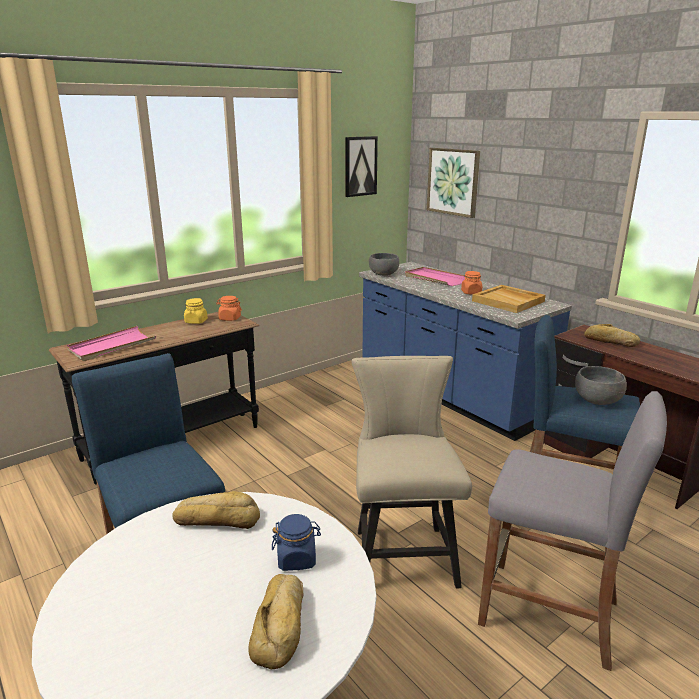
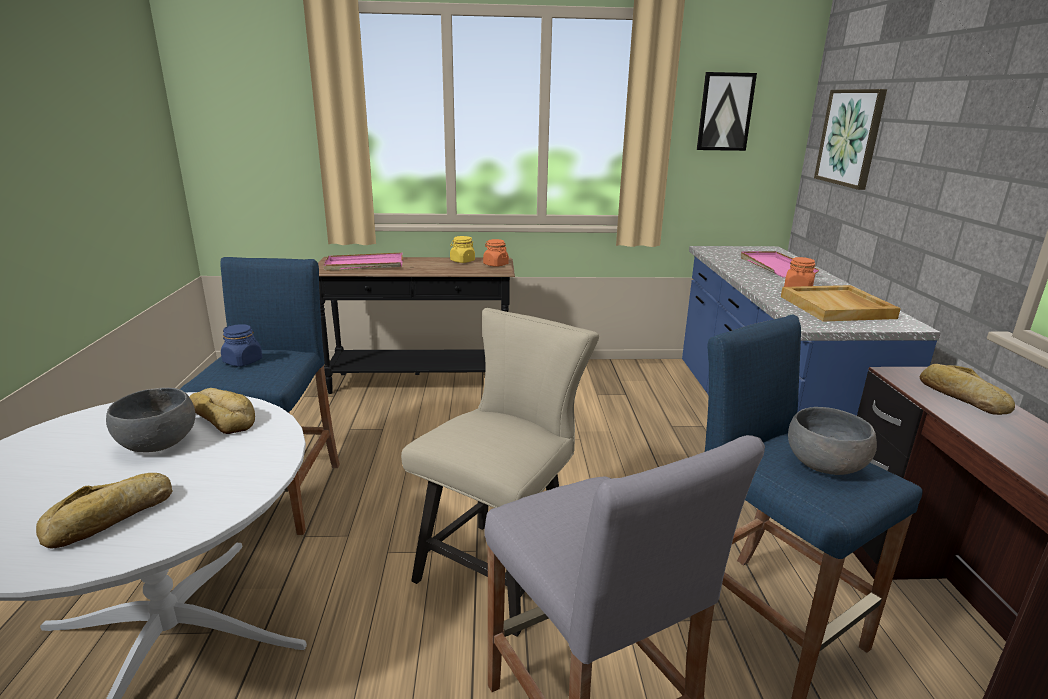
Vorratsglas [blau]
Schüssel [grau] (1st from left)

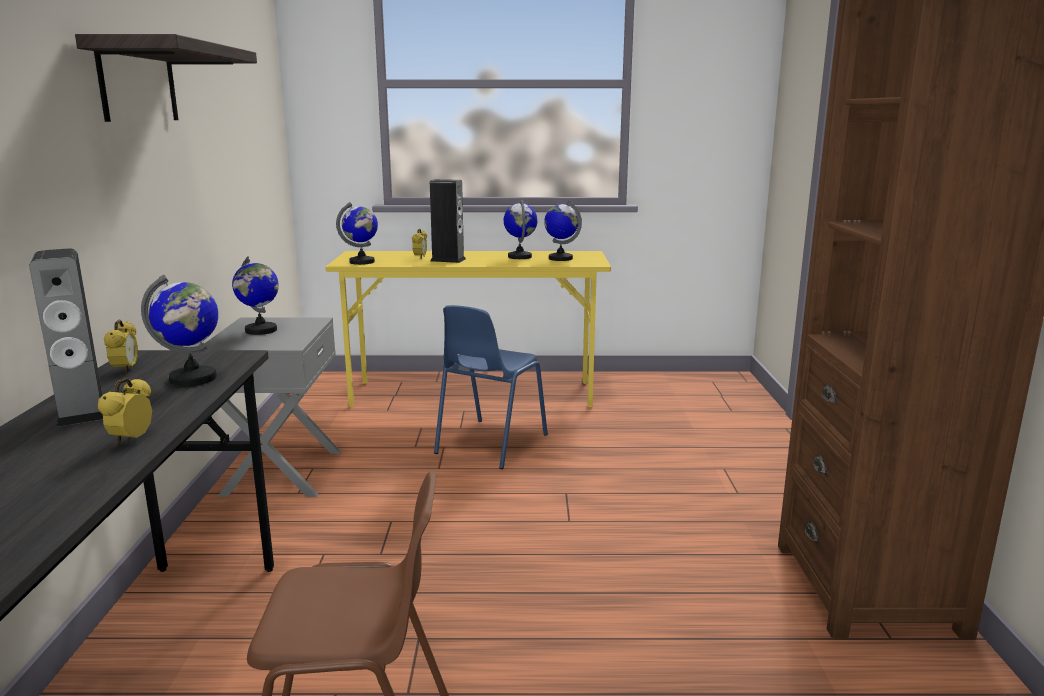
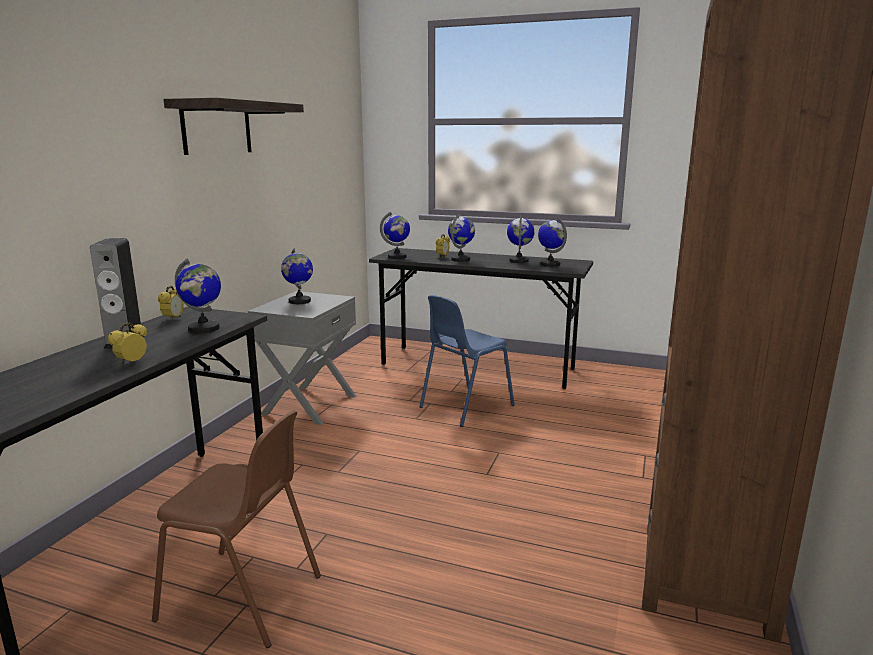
Globus (4th from left)
Schreibtisch [grau] (2nd from left)

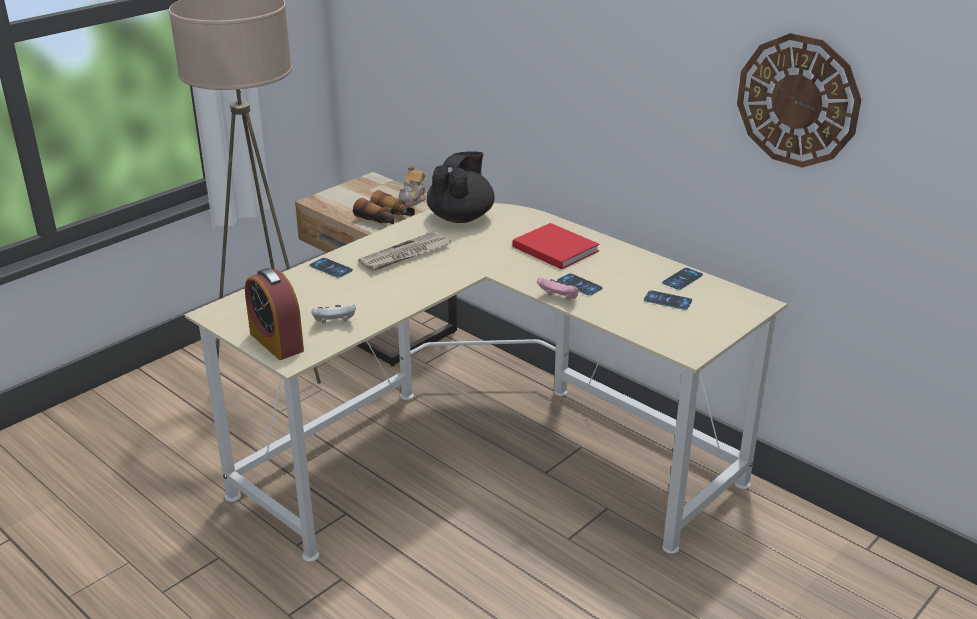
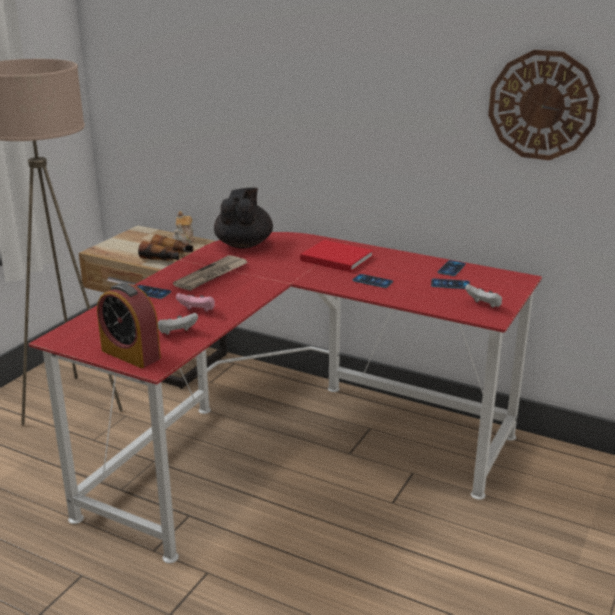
Gamepad [weiß] (2nd from left)
Gamepad [rosa]
Schreibtisch [rot]

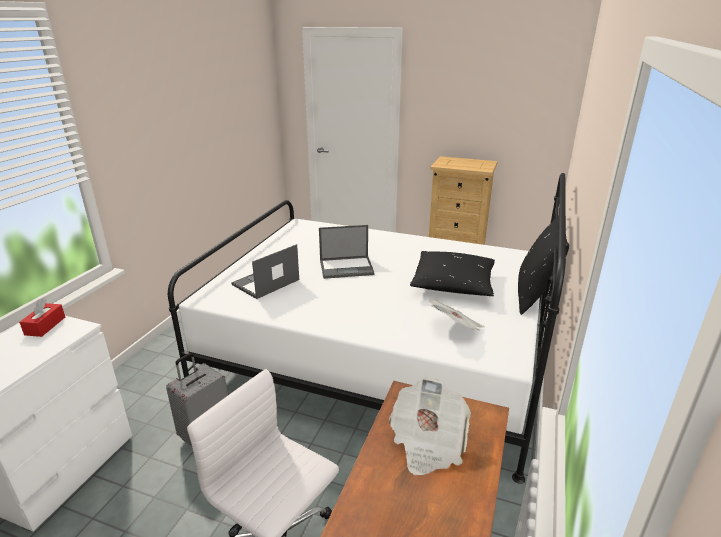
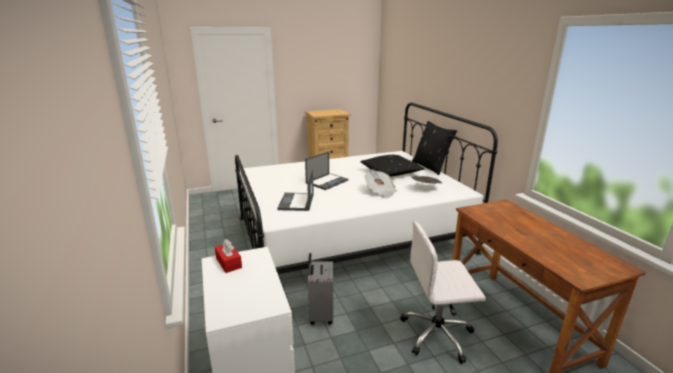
Zeitung (1st from left)

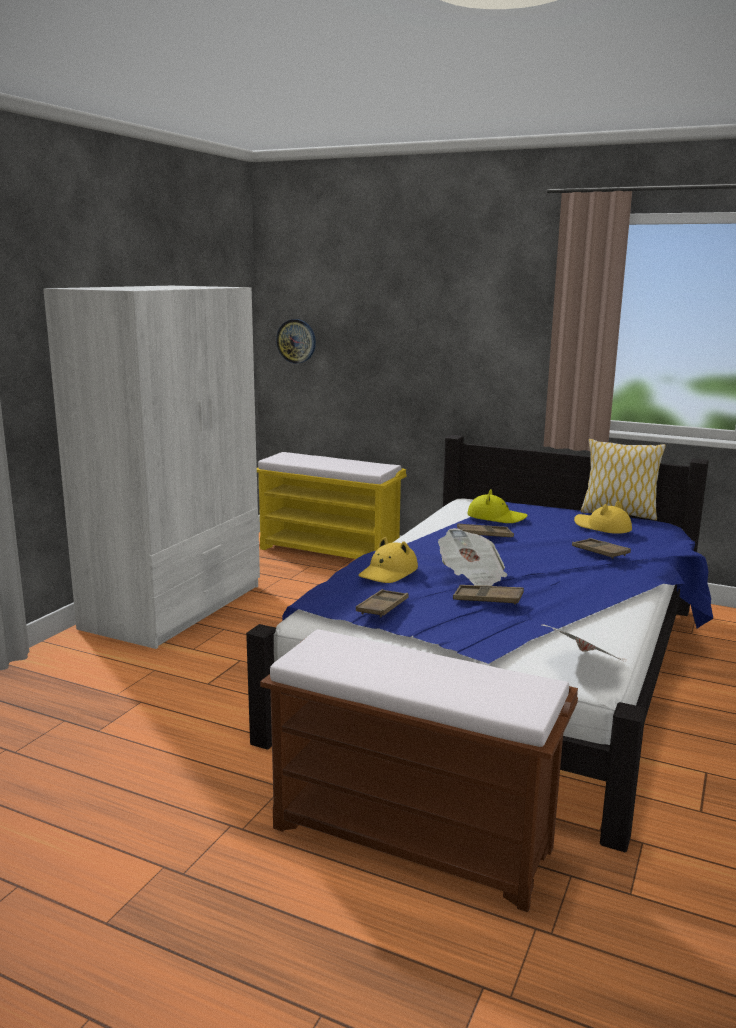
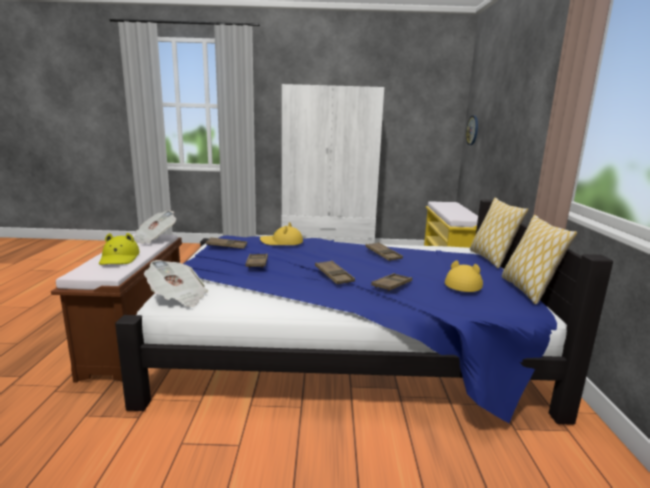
Tablett [braun] (3rd from left)
Kissen (1st from left)
Zeitung (1st from left)
Hut [gelb] (1st from left)

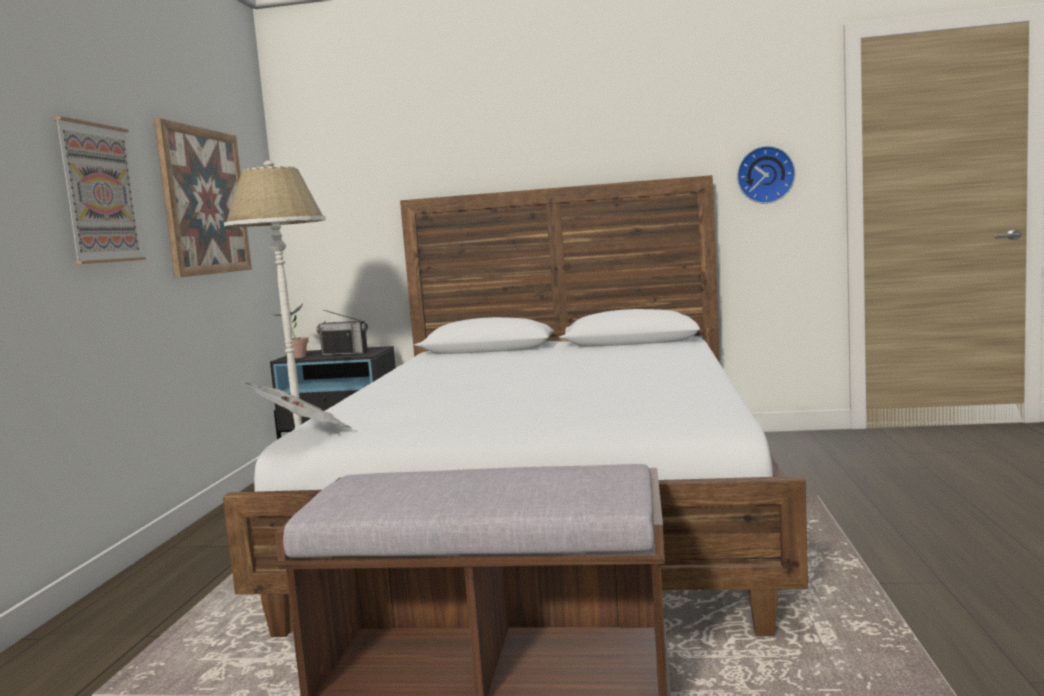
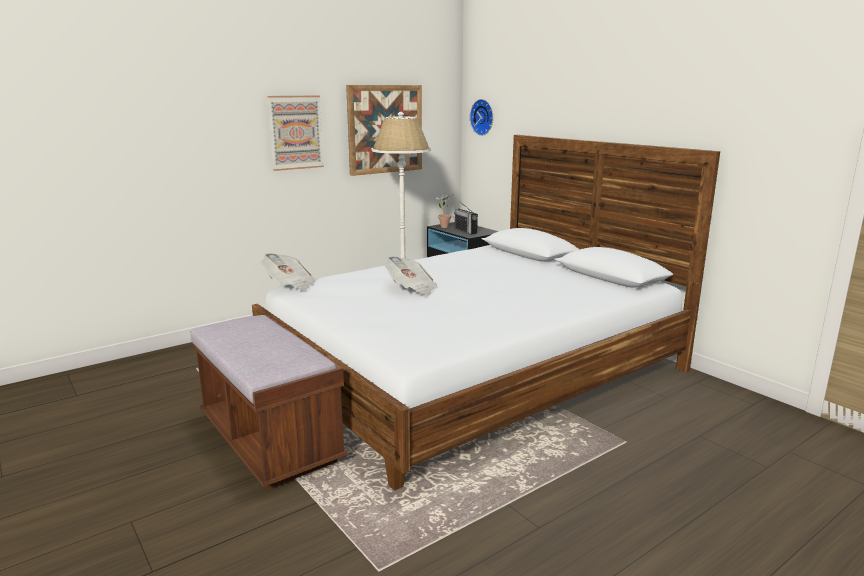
Zeitung (2nd from left)
Wanduhr

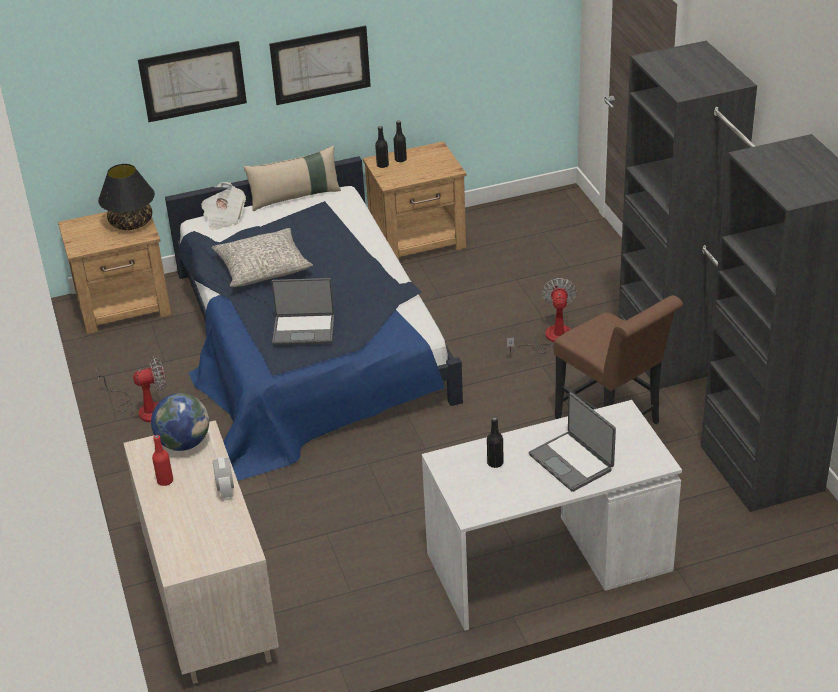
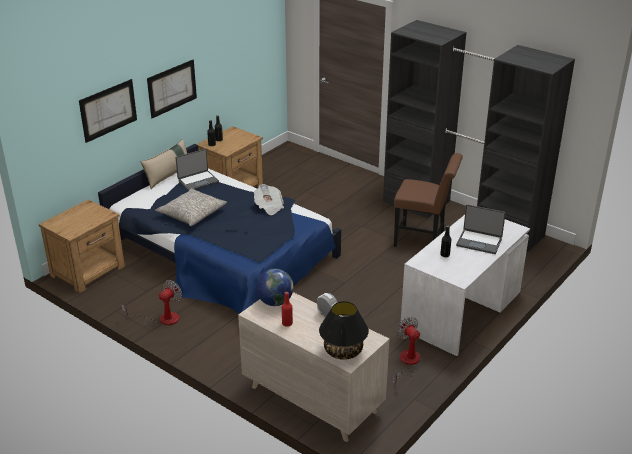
Tischlampe [schwarz]
Zeitung
Laptop (1st from left)
Ventilator (2nd from left)

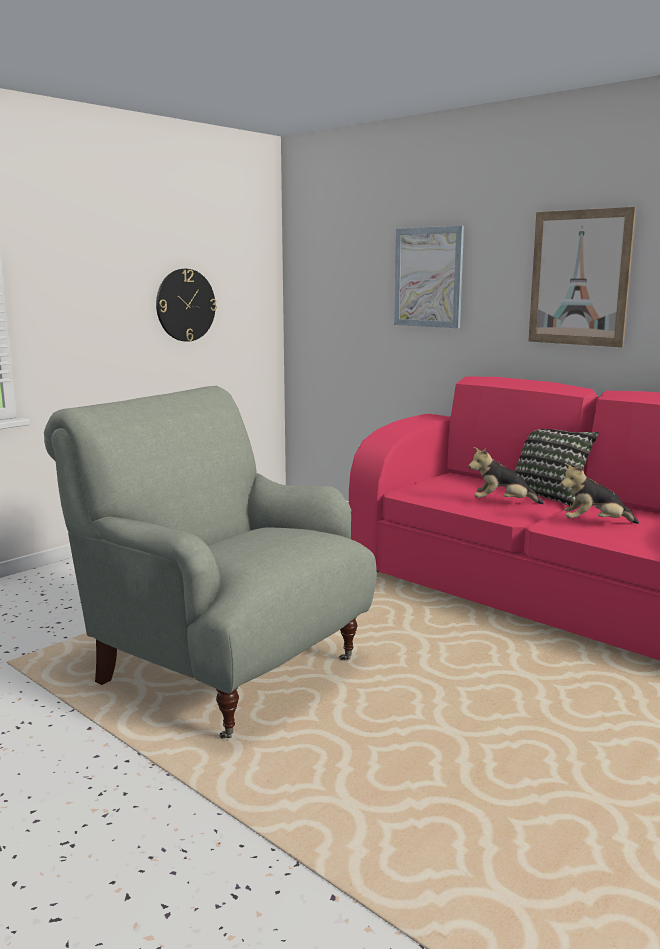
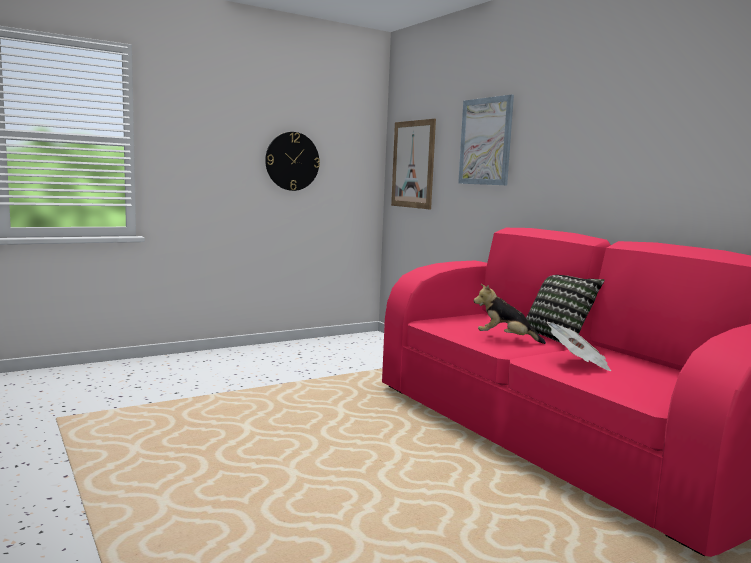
Sessel [grau]
Bild (1st from left)
Zeitung

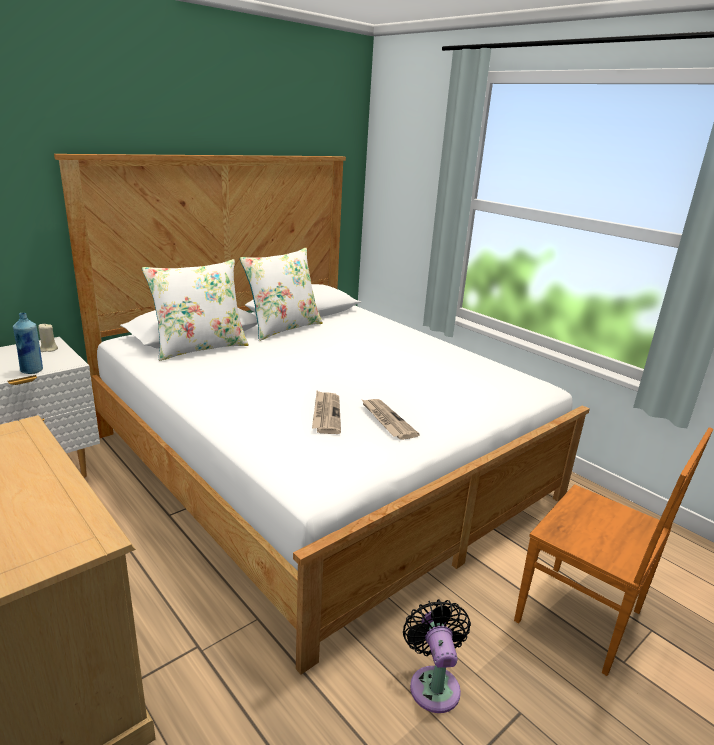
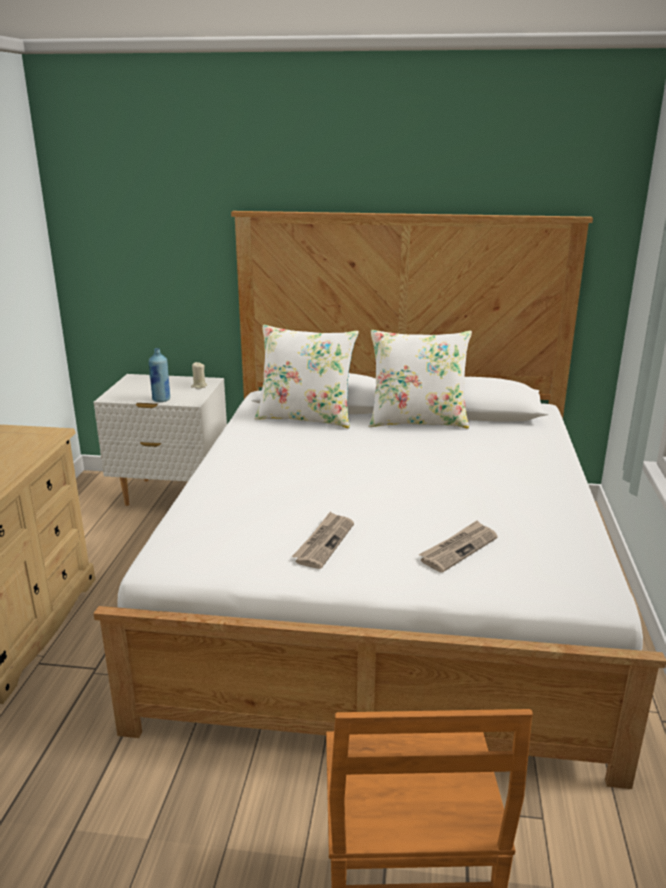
Ventilator [schwarz]
Zeitung (2nd from left)

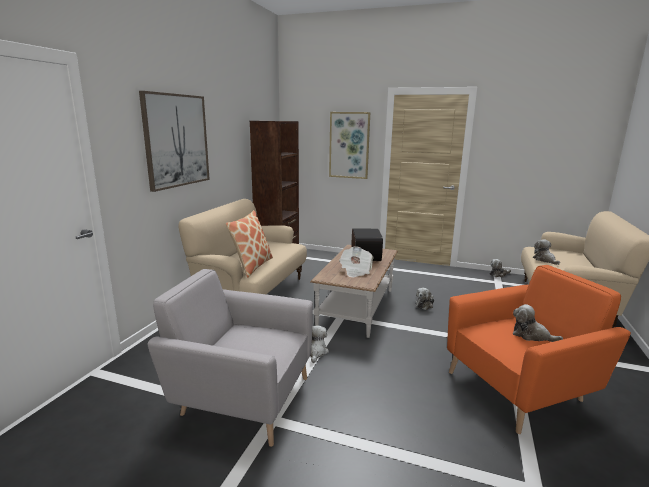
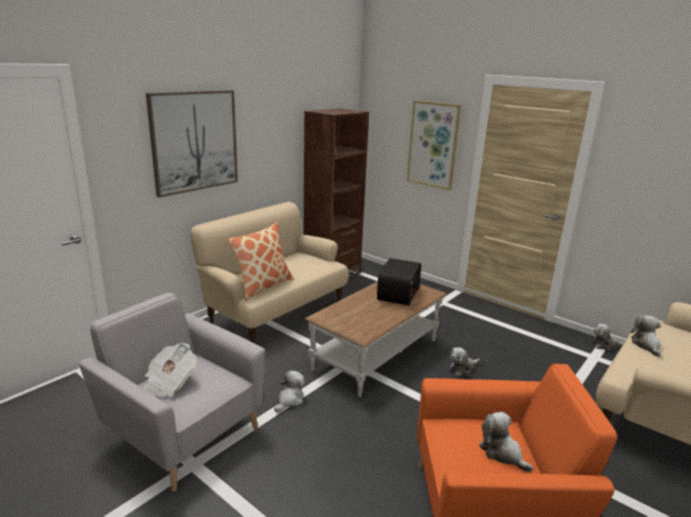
Zeitung

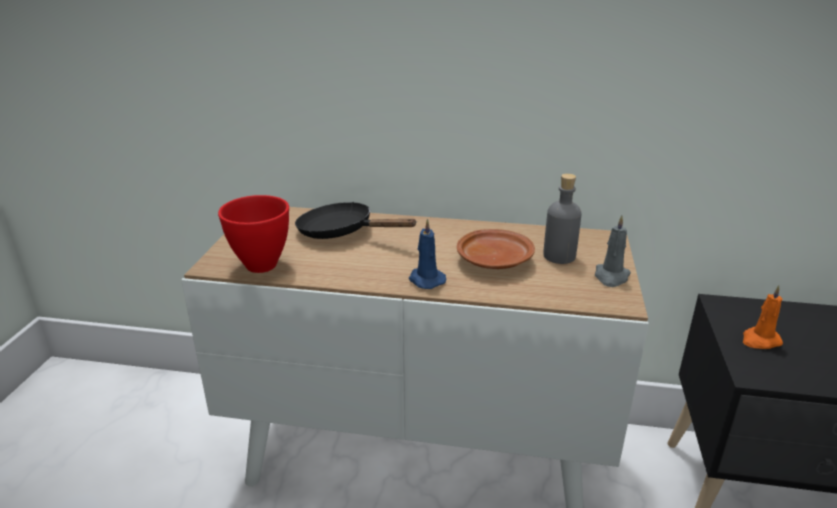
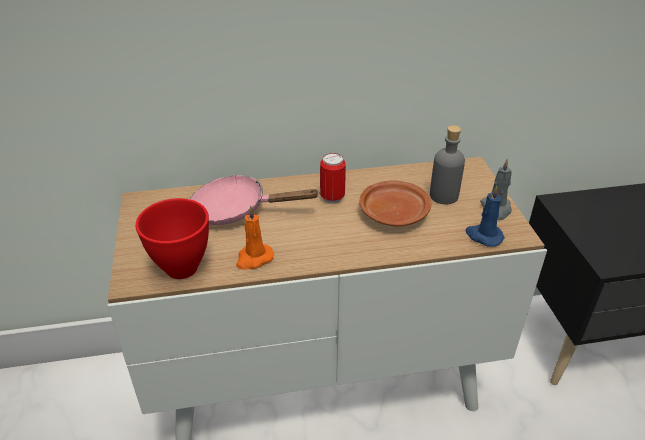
Dose
Kerze [blau]
Kerze [orange]
Pfanne [rosa]

